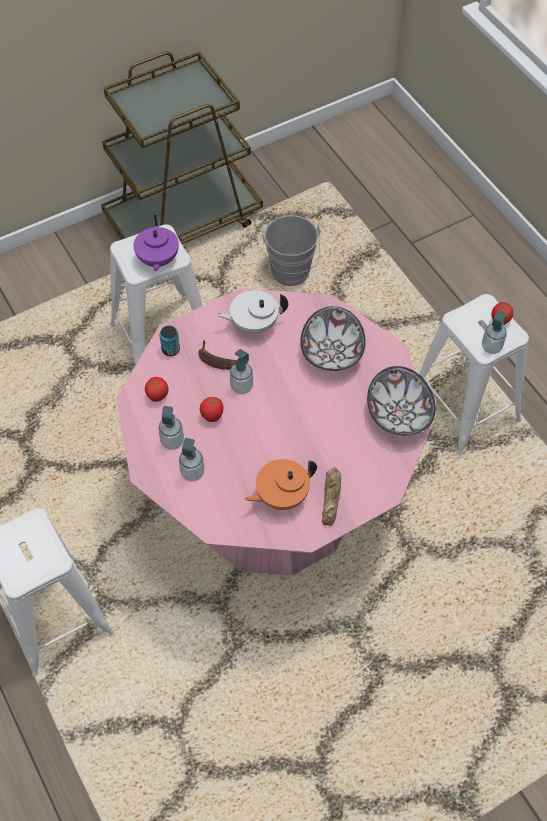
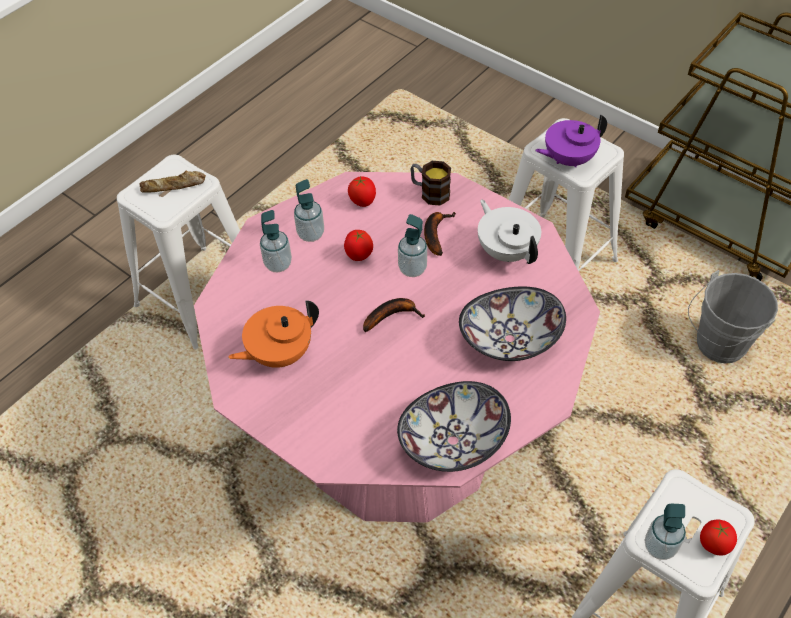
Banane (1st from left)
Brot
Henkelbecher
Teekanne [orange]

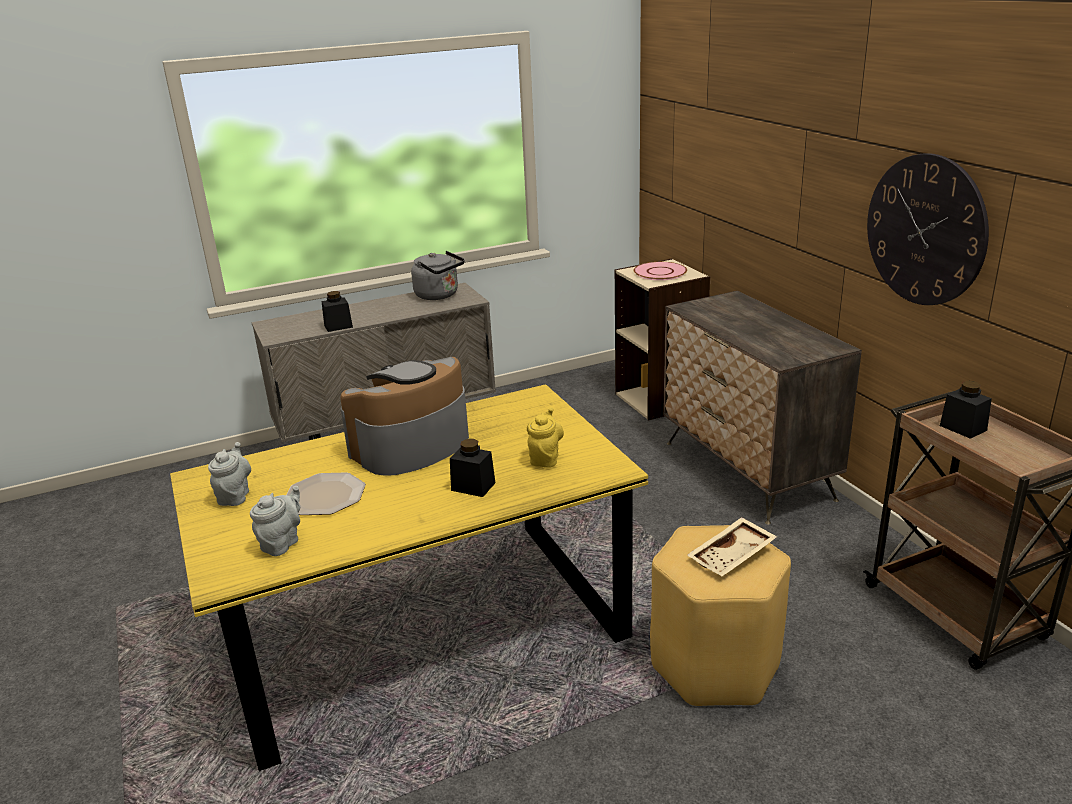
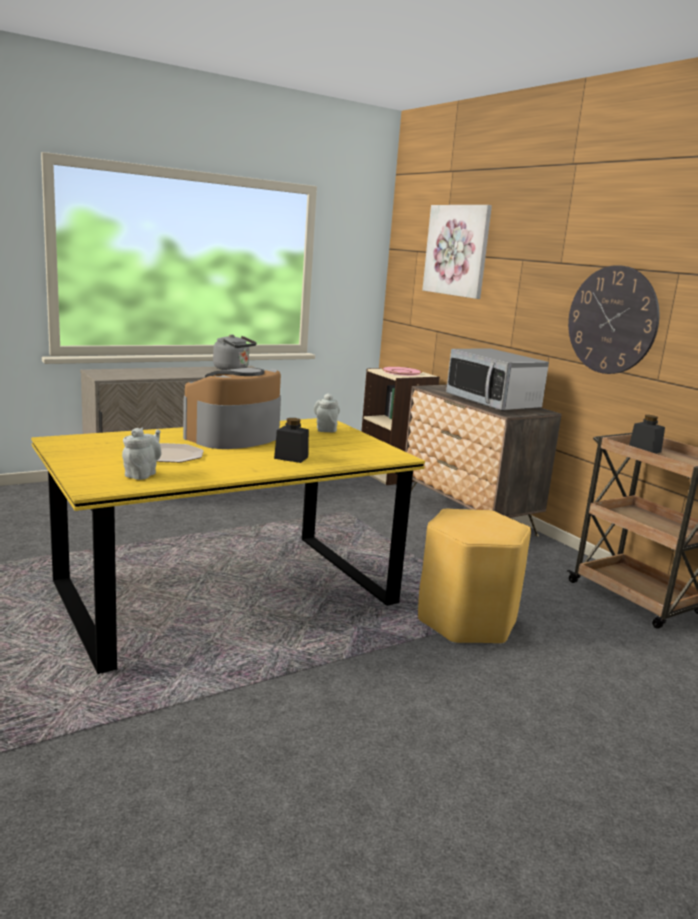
Vorratsglas [schwarz] (1st from left in the first image)
Teekanne [gelb]
Tablett [beige]
Bild
Mikrowelle
Teekanne [grau] (2nd from left)

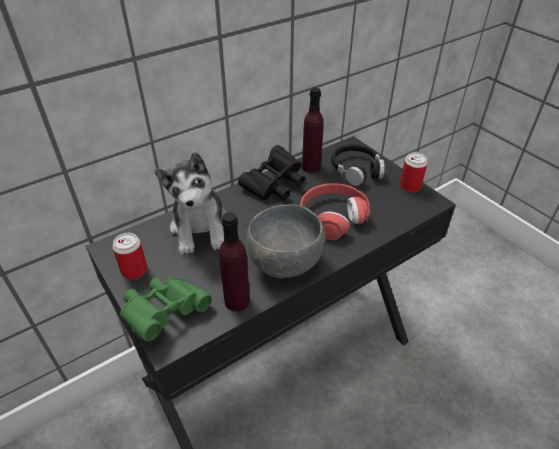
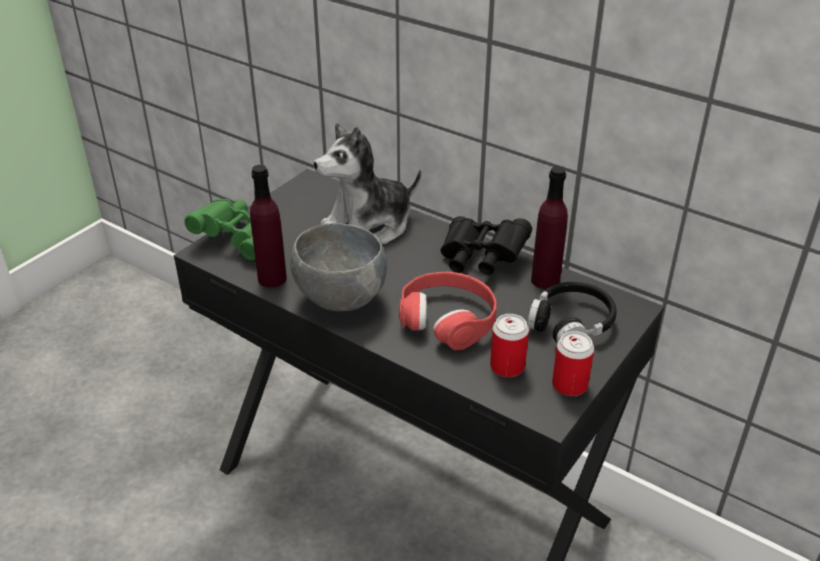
Dose (1st from left)

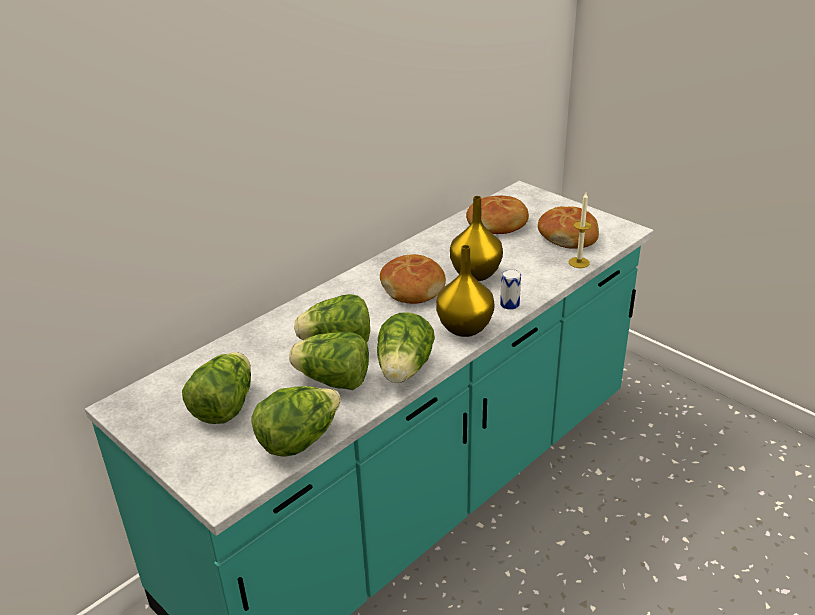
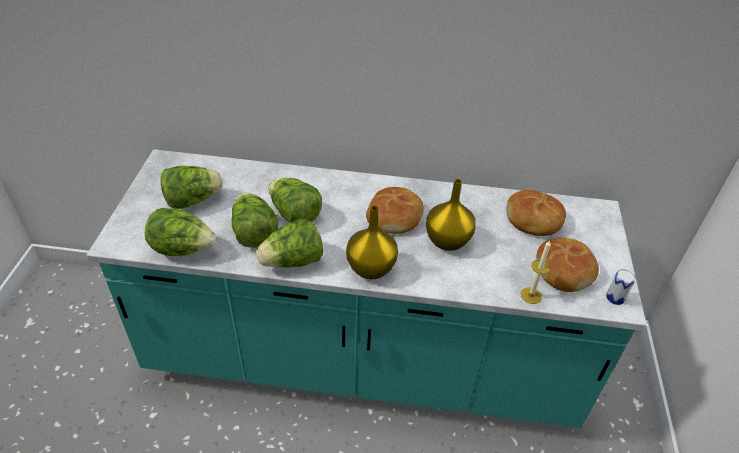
Dose

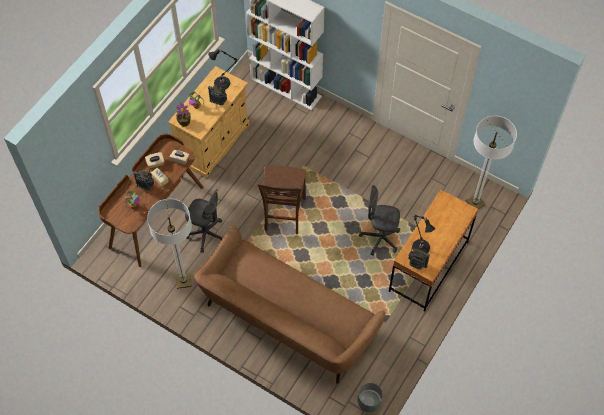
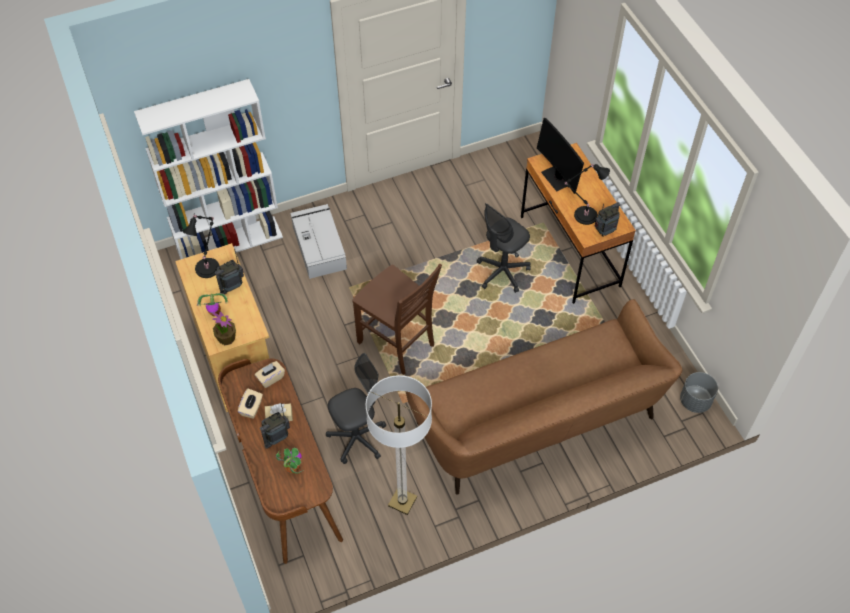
Stehlampe (2nd from left in the first image)
Aufbewahrungsbox [grau]
Monitor

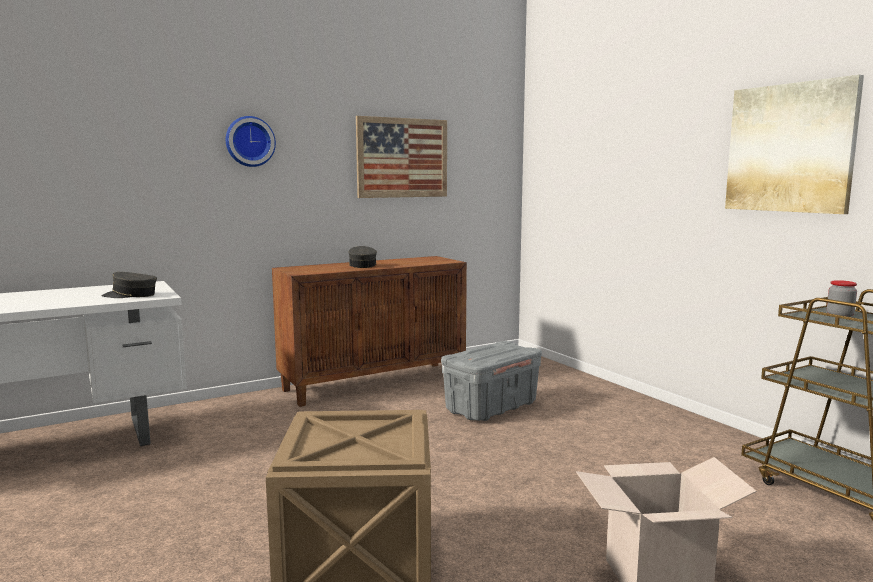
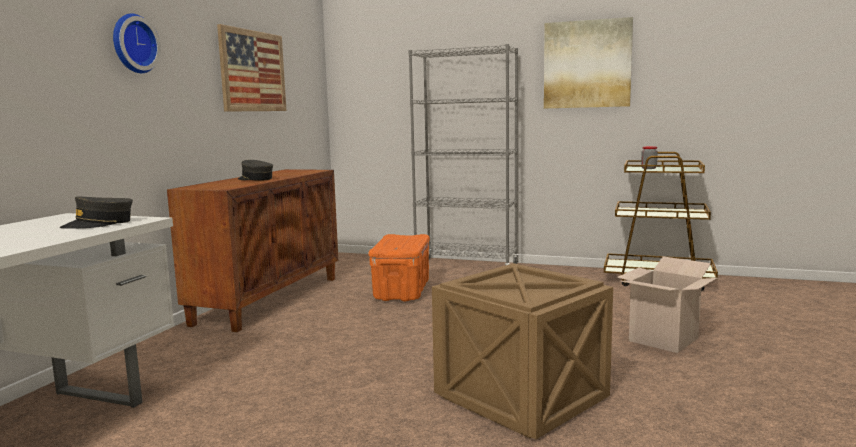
Bücherregal [grau]
Aufbewahrungsbox [orange]

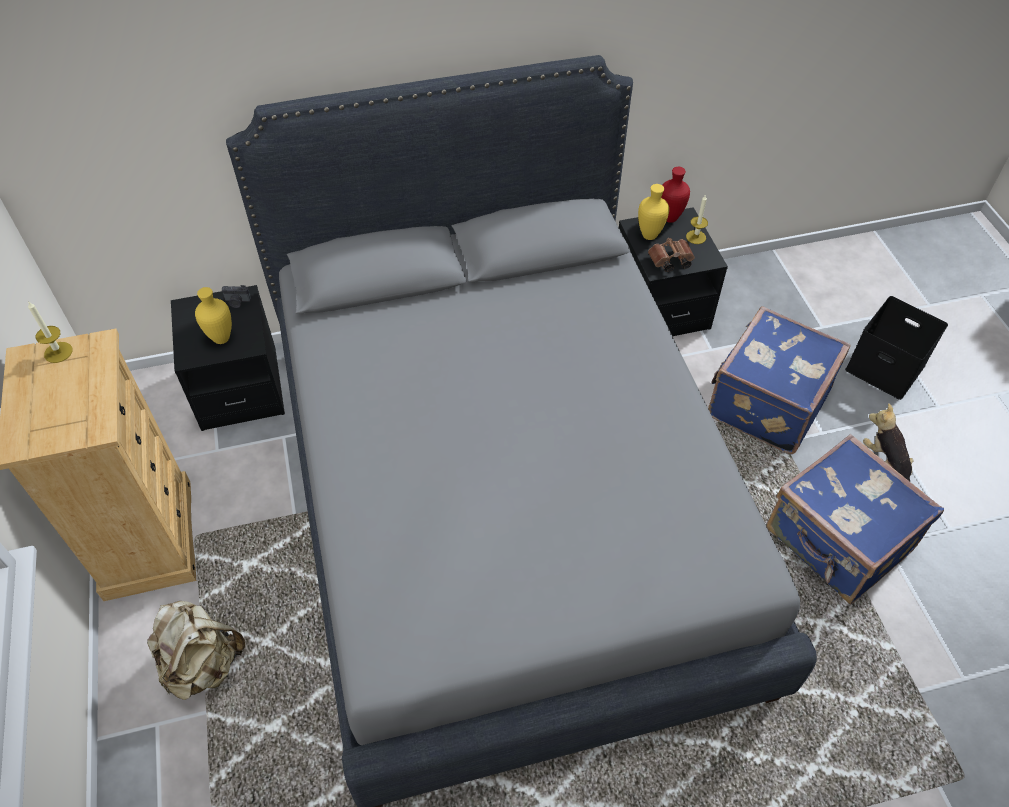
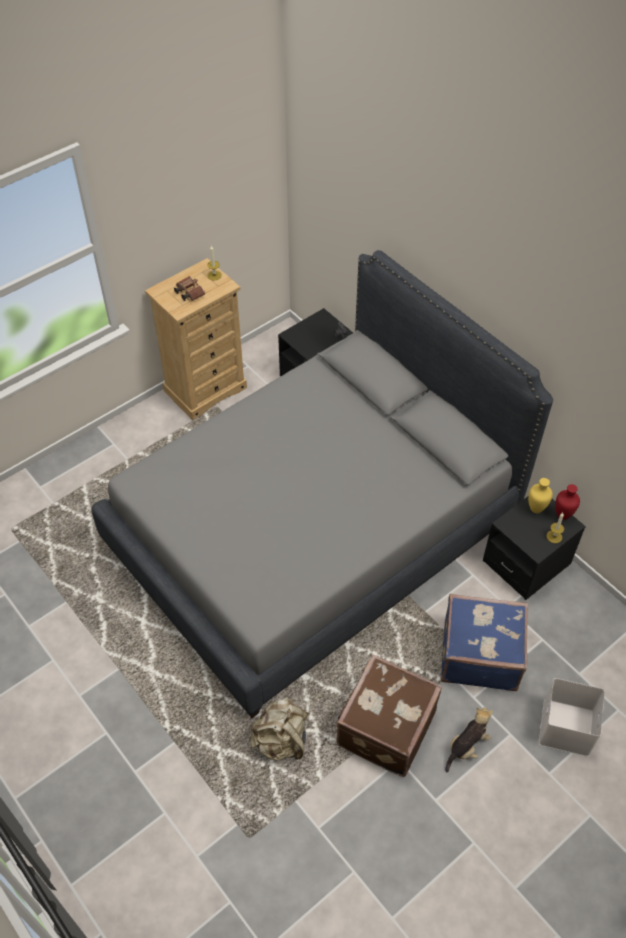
Vase [gelb] (1st from left in the first image)
Rucksack [beige]
Fernglas [braun]
Koffer [braun]
Aufbewahrungsbox [weiß]

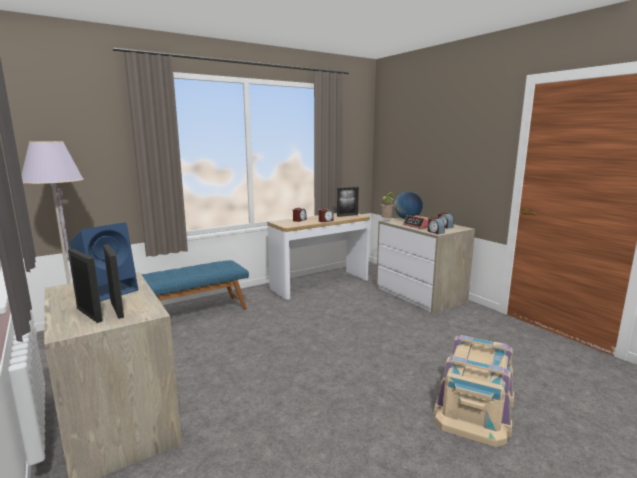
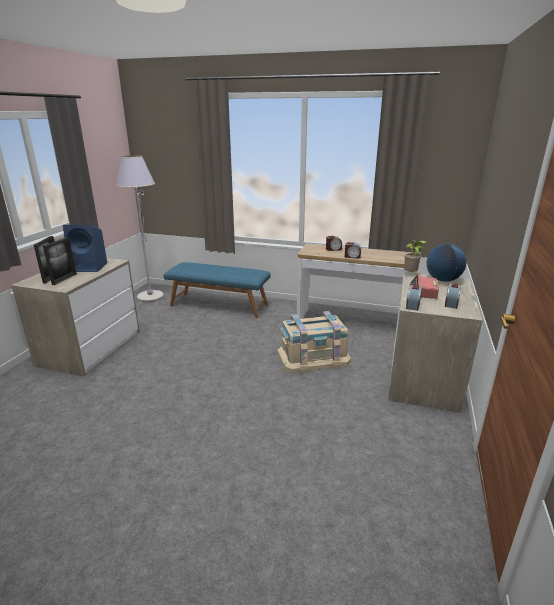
Bilderrahmen (3rd from left in the first image)
Aufbewahrungsbox [beige]

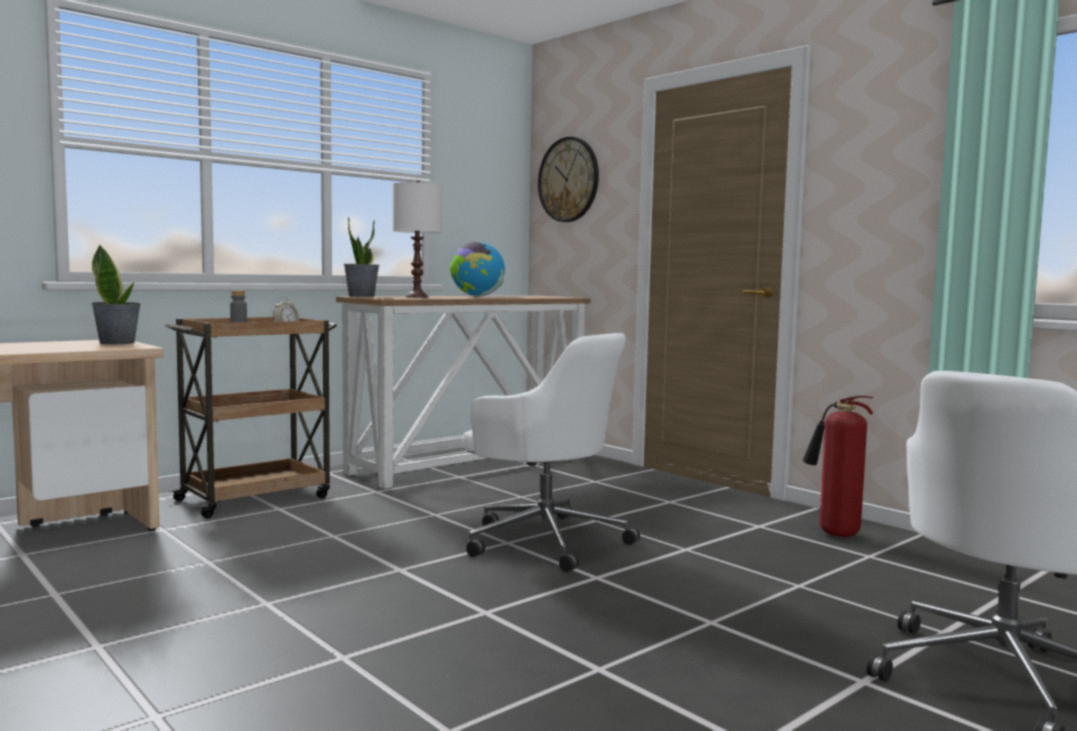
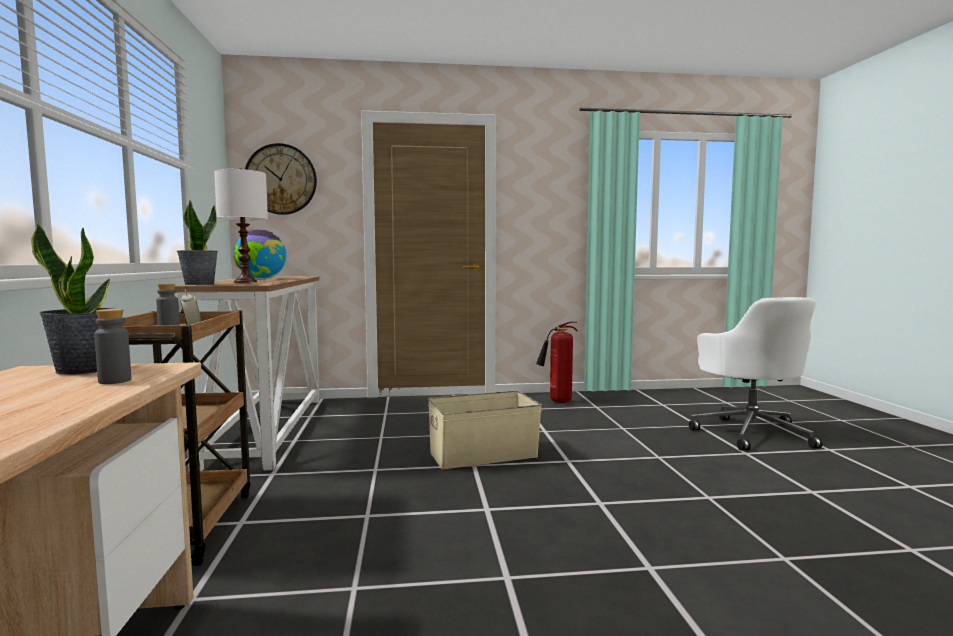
Flasche [grau] (1st from left)
Aufbewahrungsbox [beige]

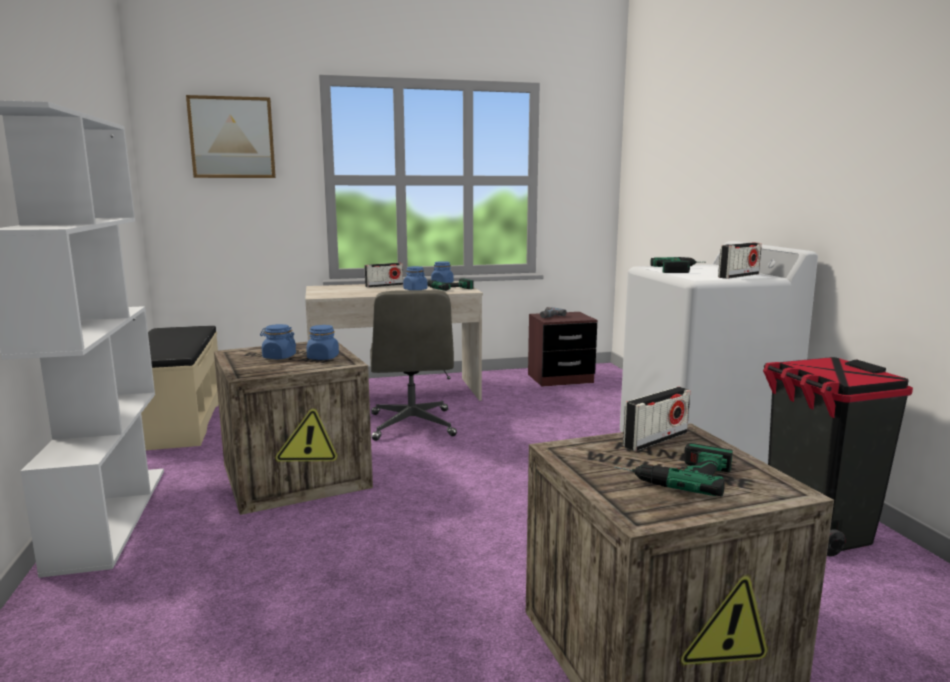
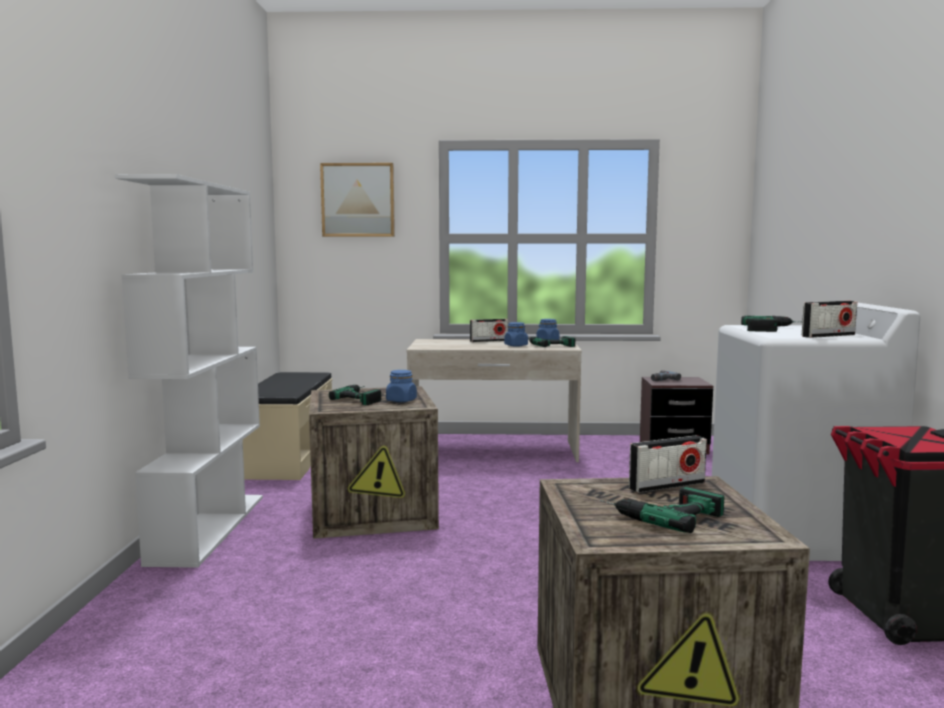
Bürostuhl [grau]
Bohrmaschine (1st from left)

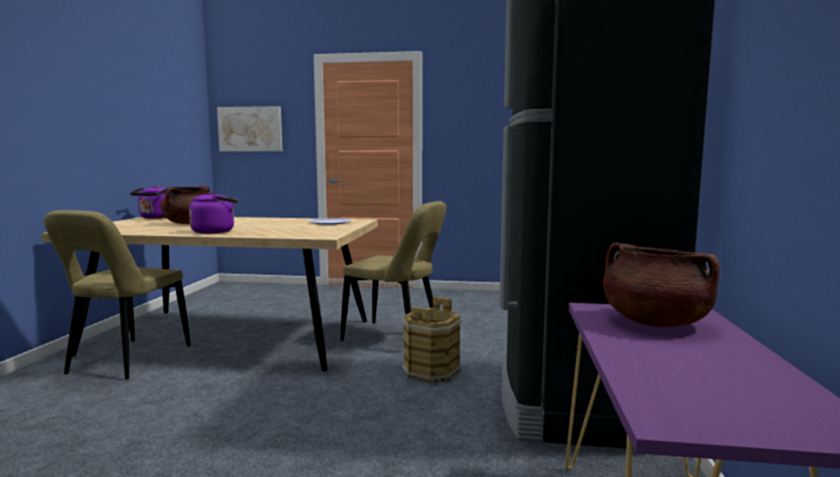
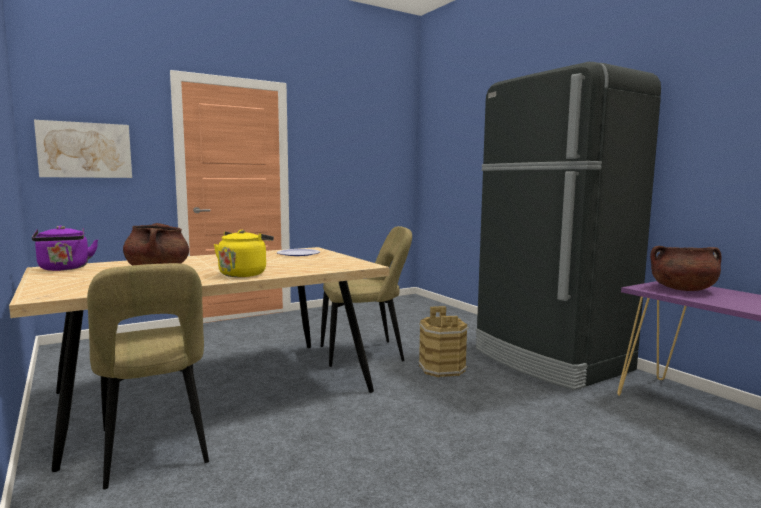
Wasserkessel [gelb]

